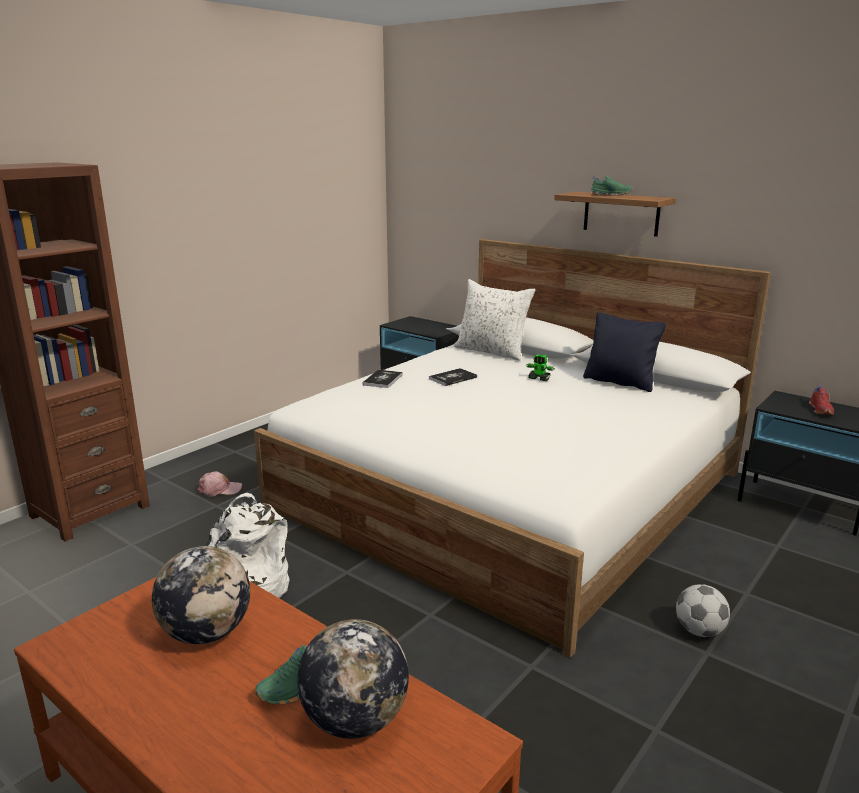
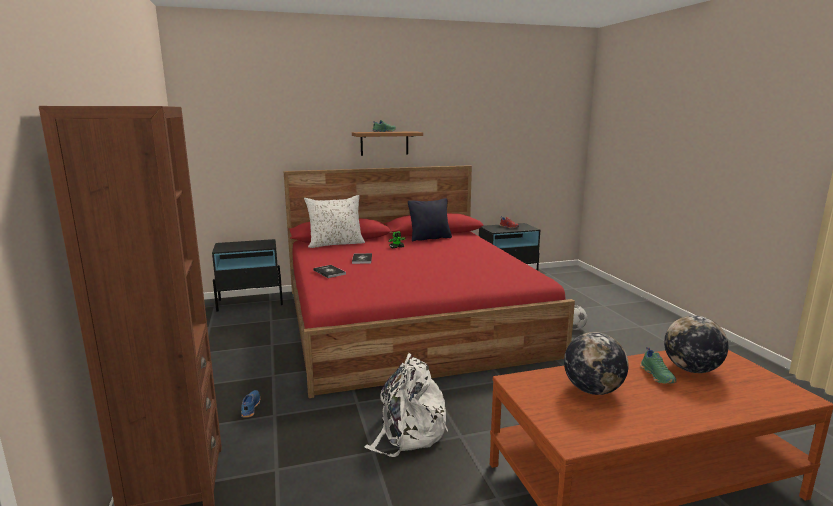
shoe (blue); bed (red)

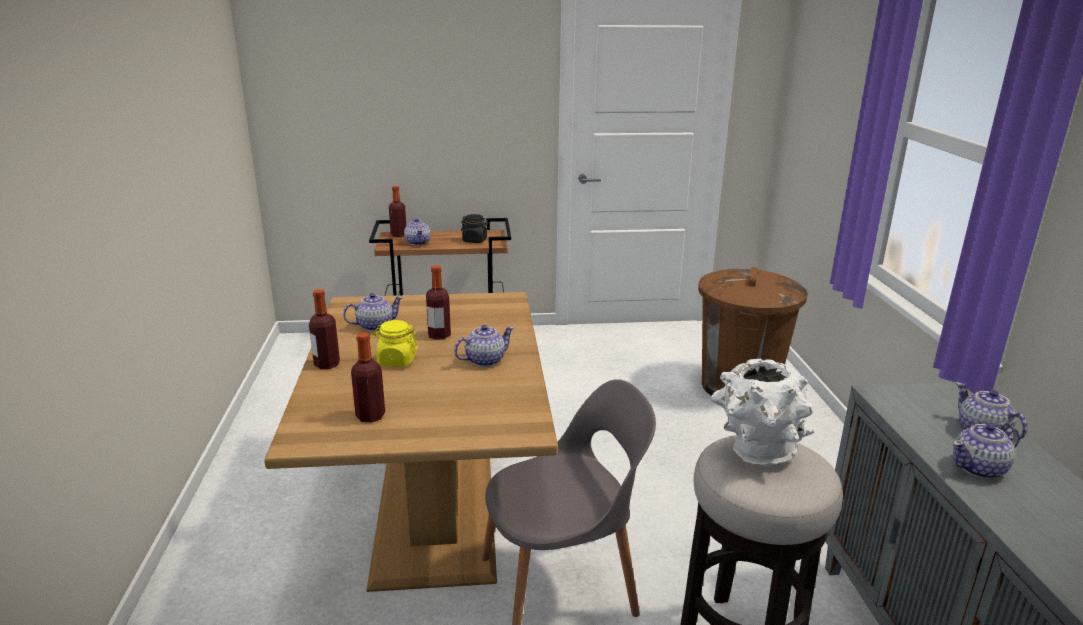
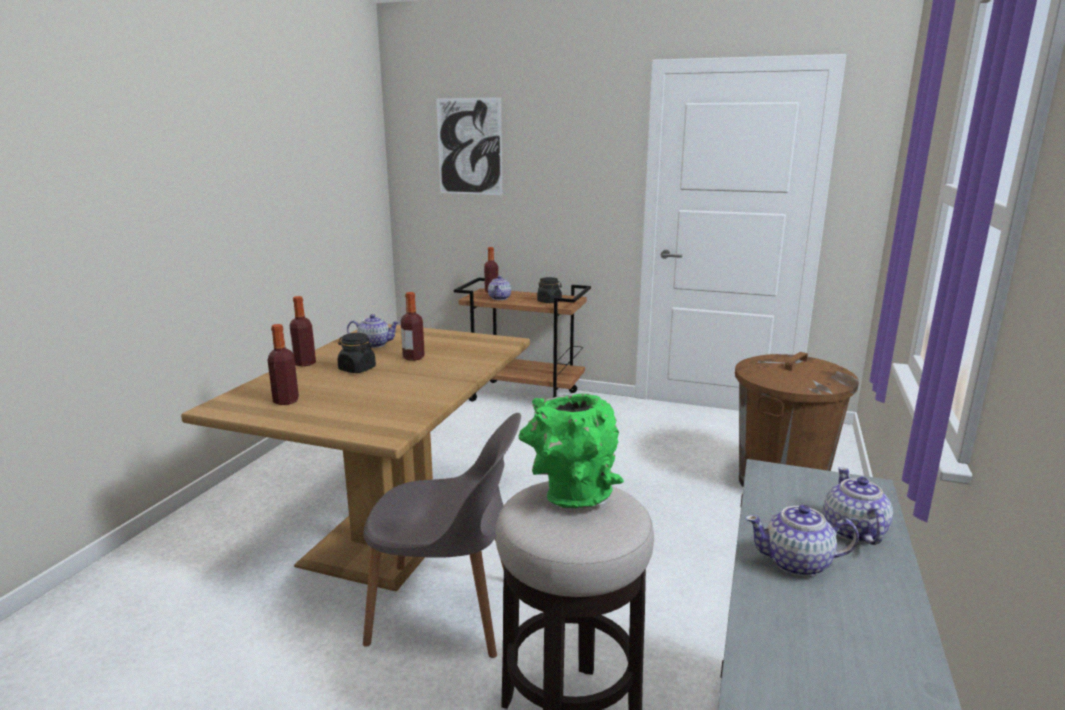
jar (black) (no. 1 from left); teapot (no. 3 from left in the first image); vase (green); picture

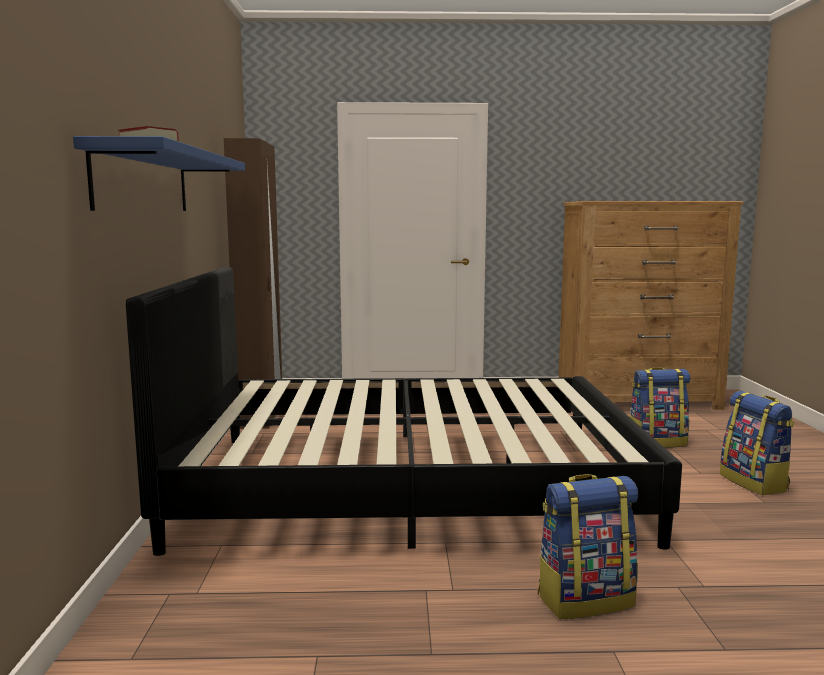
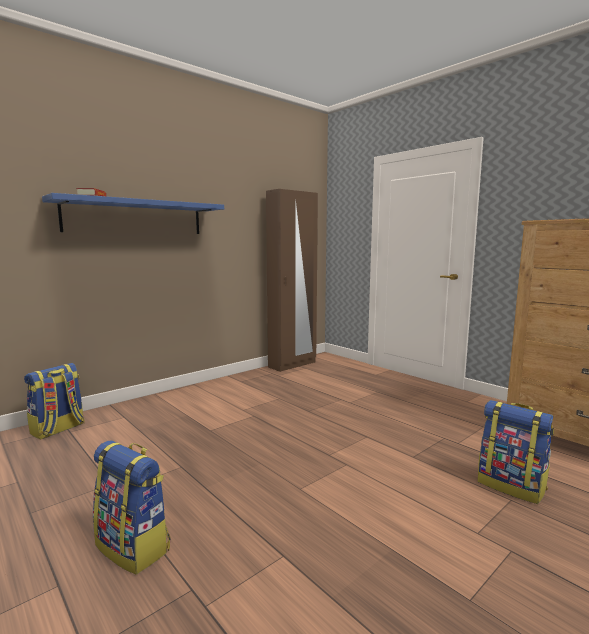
bed (black); backpack (no. 1 from left)

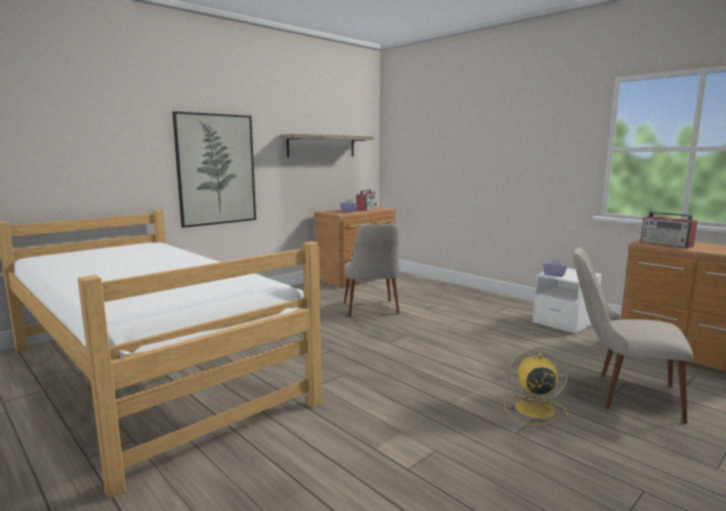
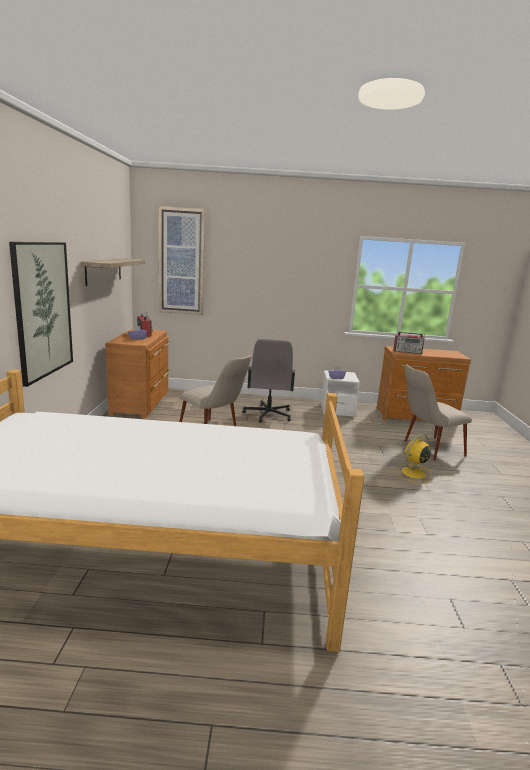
picture (no. 2 from left); office chair (grey)

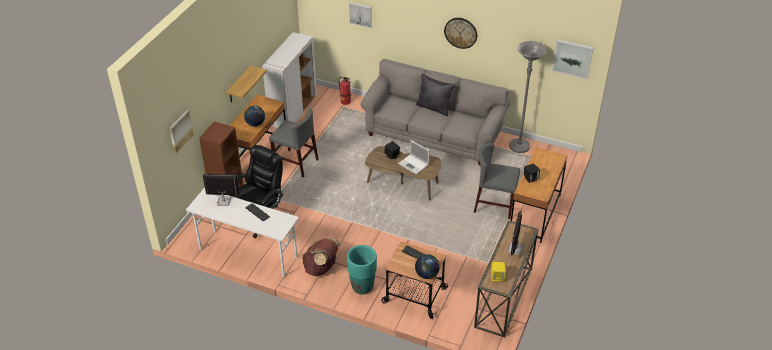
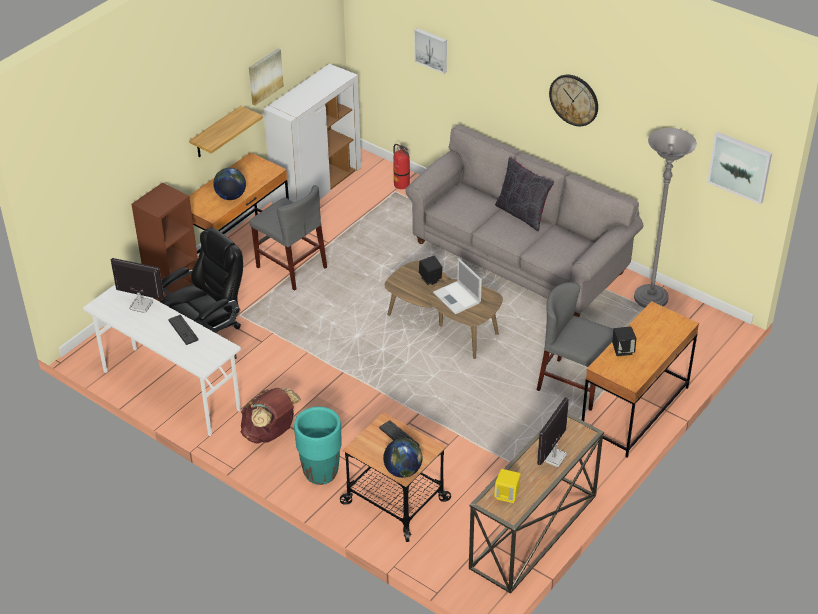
picture (no. 1 from left)

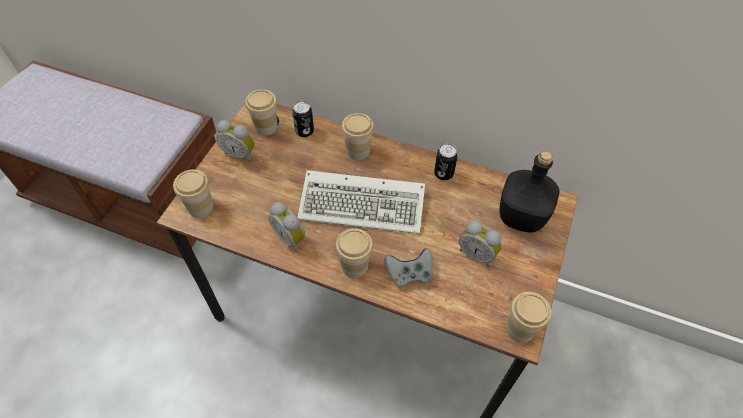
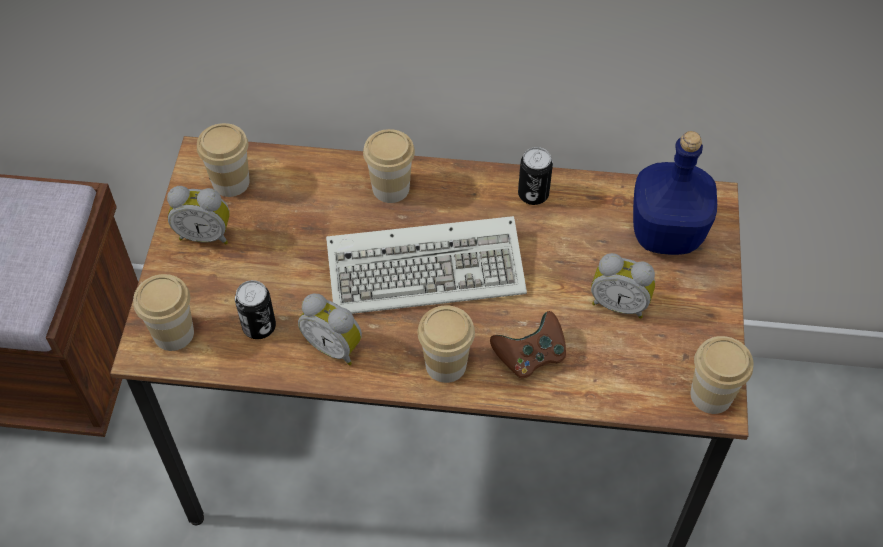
can (no. 1 from left); game controller (brown); bottle (blue)

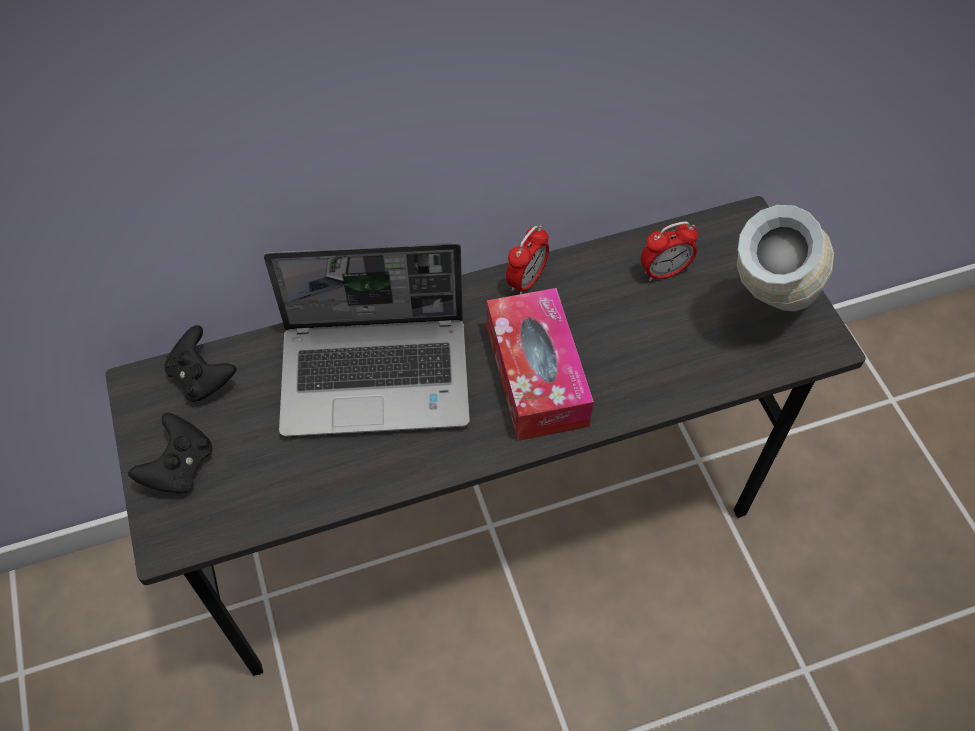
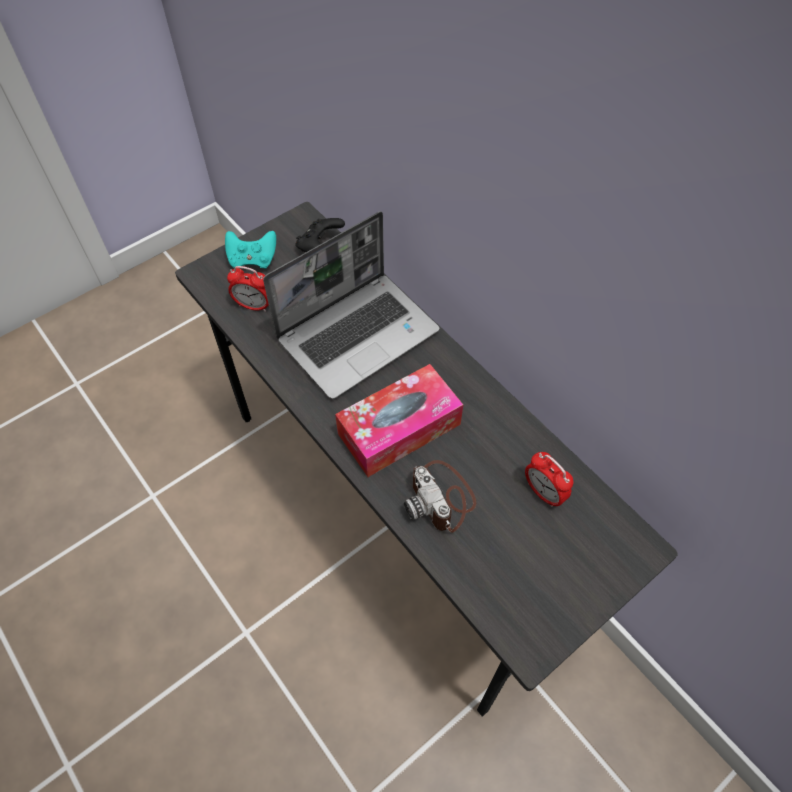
game controller (turquoise); laptop; alarm clock (no. 1 from left); vase; photo camera

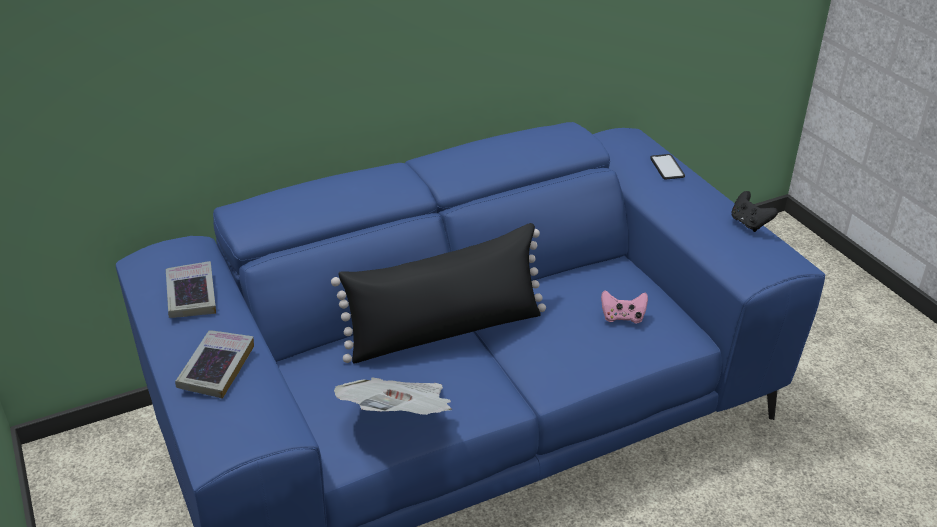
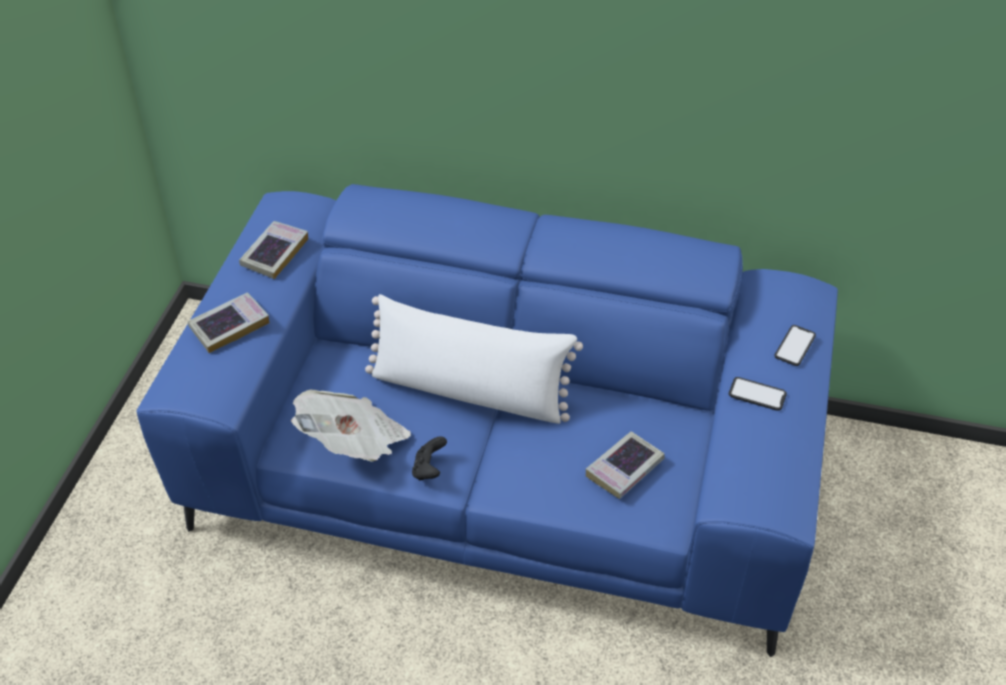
pillow (white); book (no. 3 from left); game controller (black); phone (no. 1 from left)

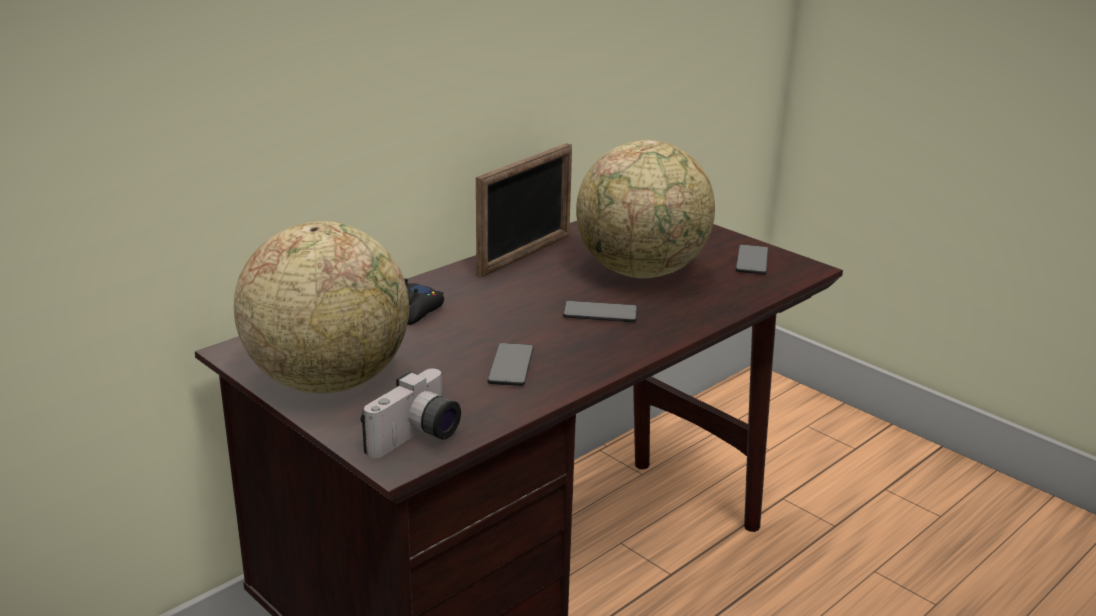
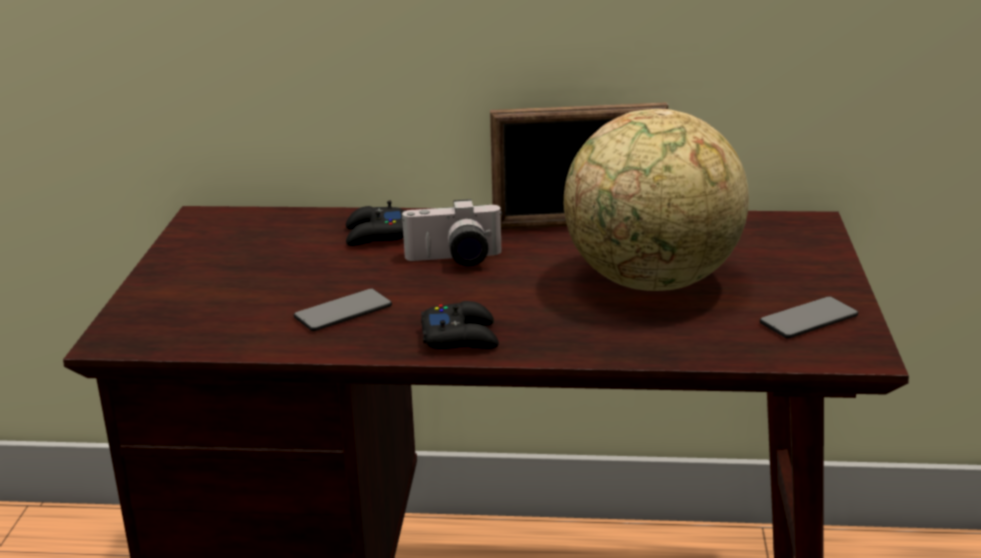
globe (no. 1 from left in the first image); photo camera; phone (no. 2 from left in the first image); game controller (black) (no. 2 from left)

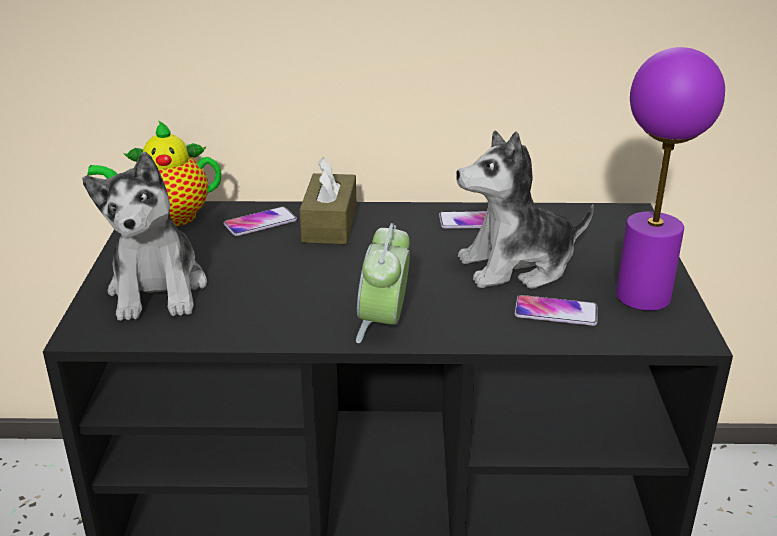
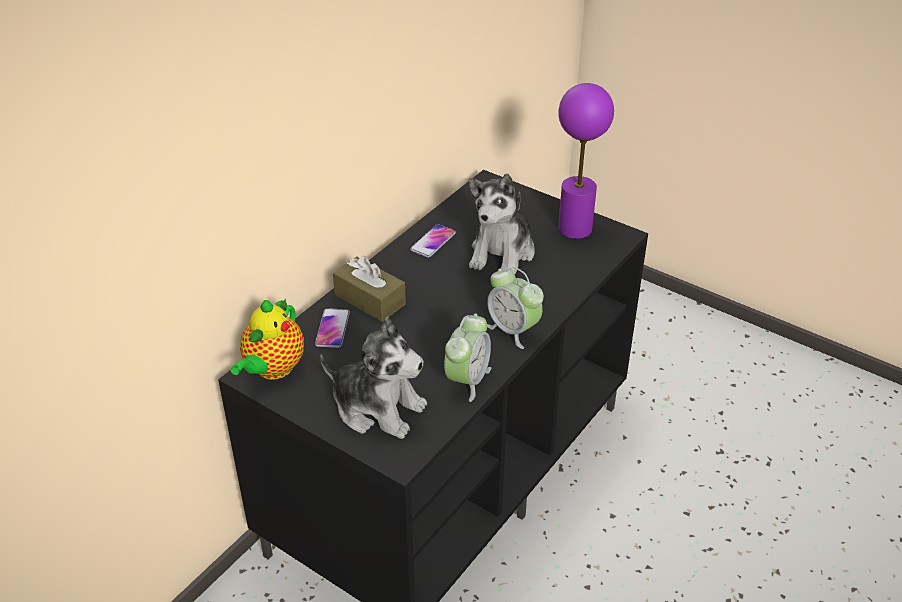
phone (no. 3 from left in the first image); alarm clock (no. 1 from left)

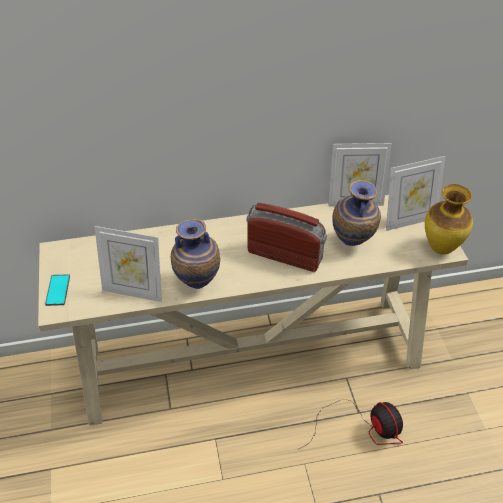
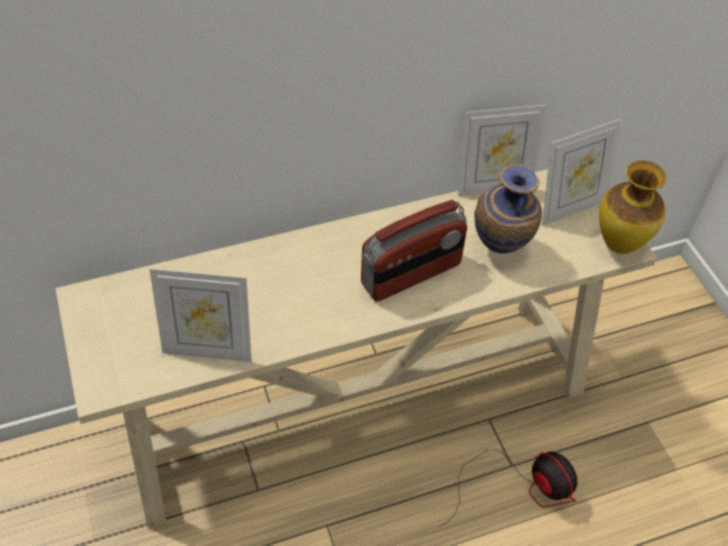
phone; vase (no. 1 from left in the first image); radio

